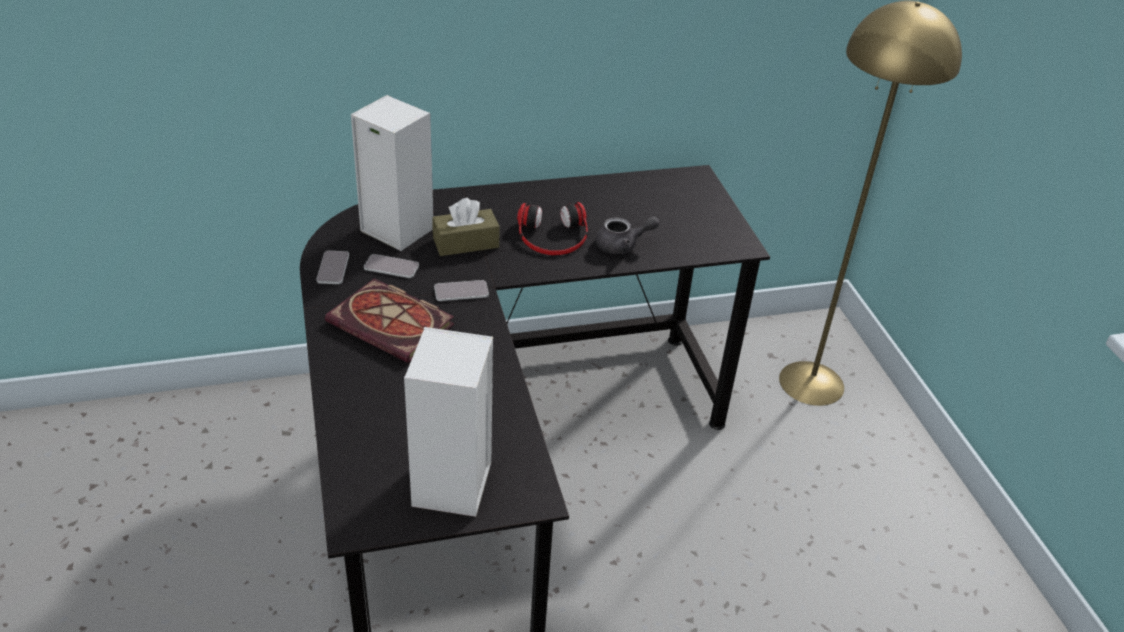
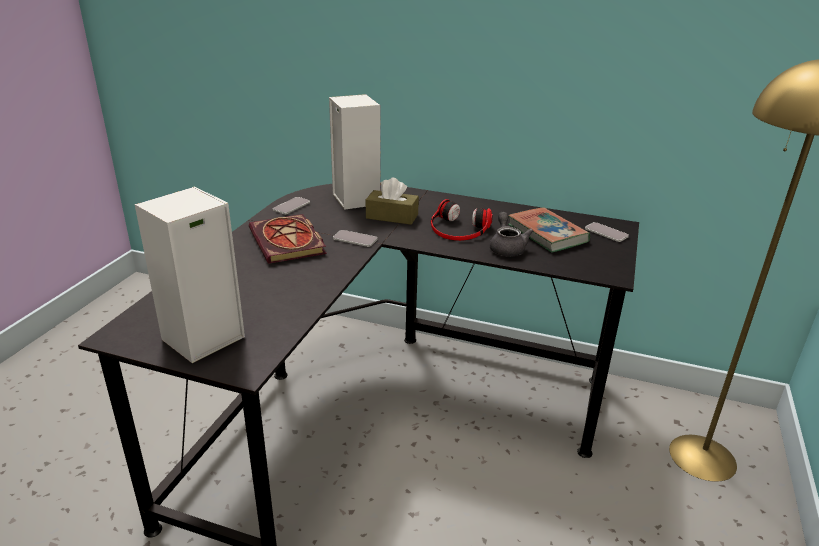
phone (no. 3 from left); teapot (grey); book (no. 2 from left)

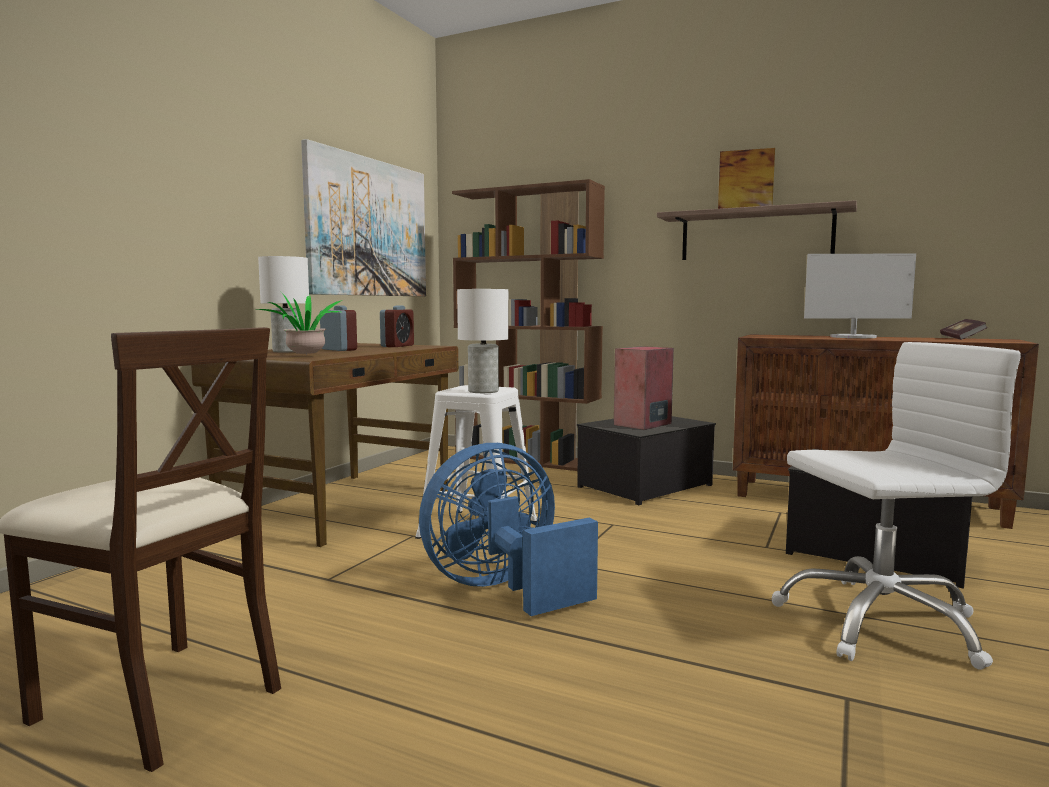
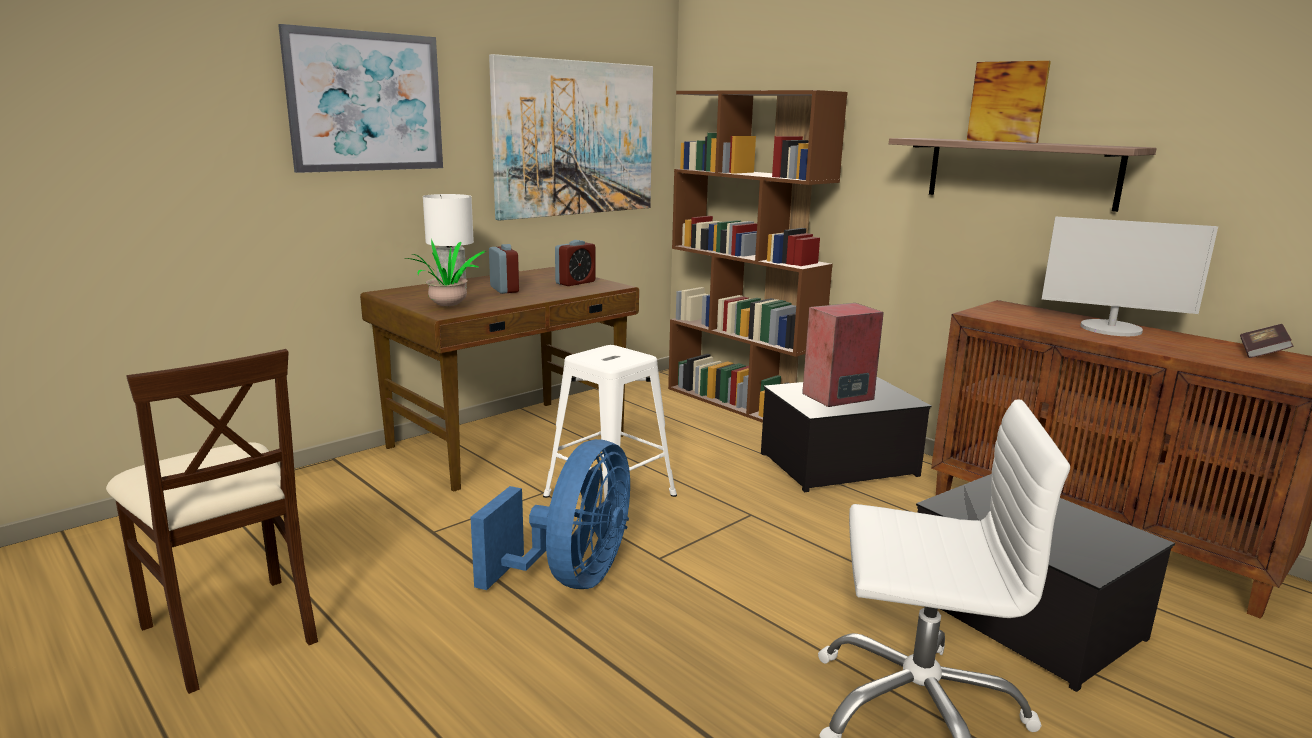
fan (blue); table lamp (white) (no. 2 from left in the first image); picture (no. 1 from left)

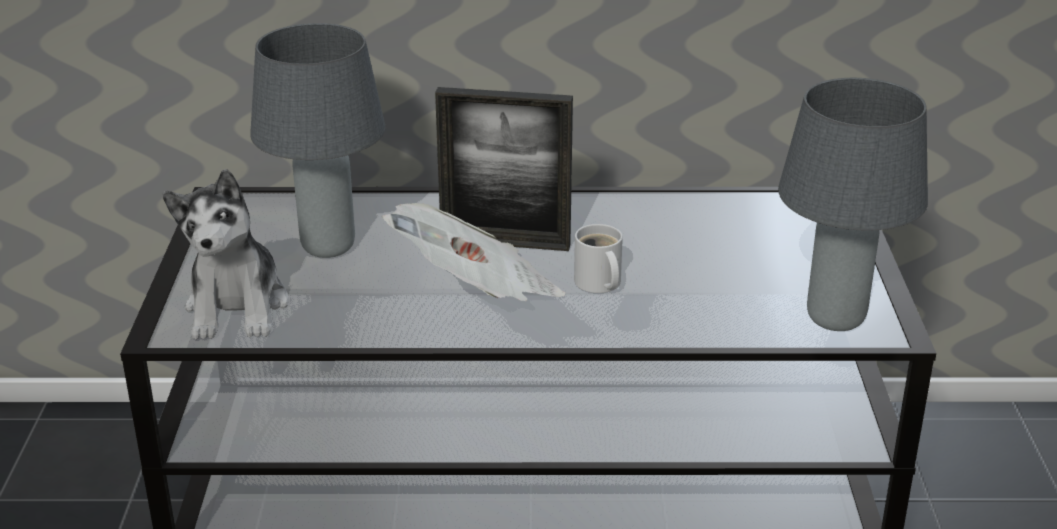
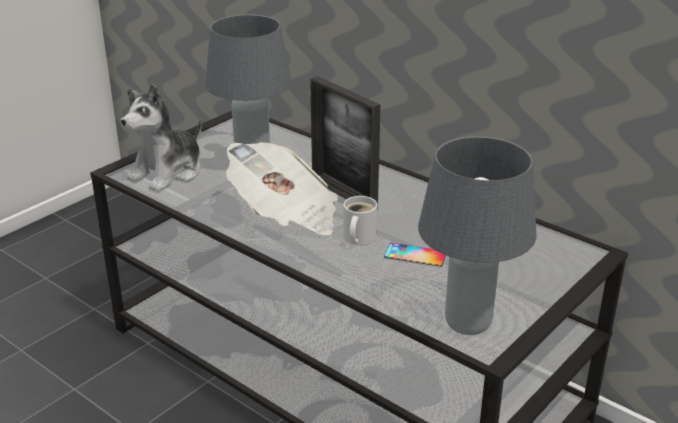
phone

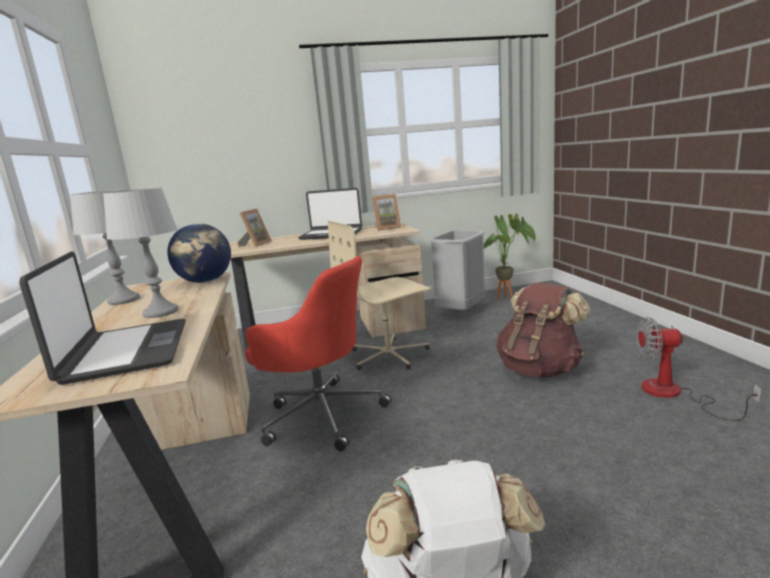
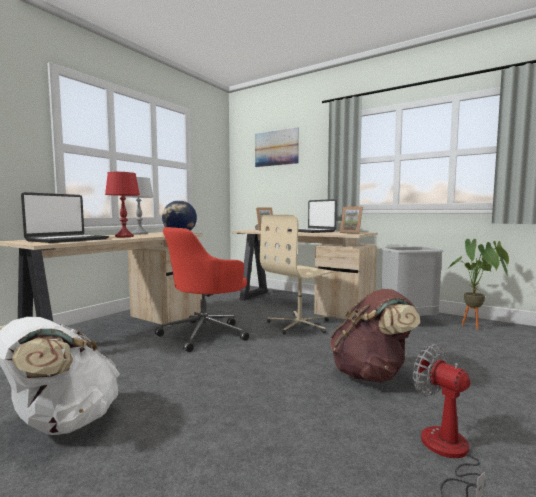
table lamp (red); office chair (red); office chair (beige); picture

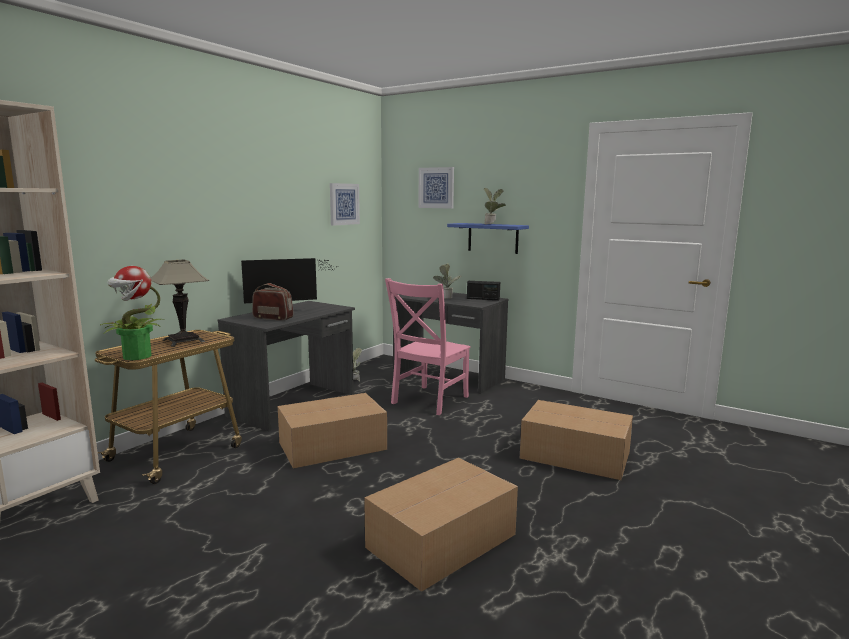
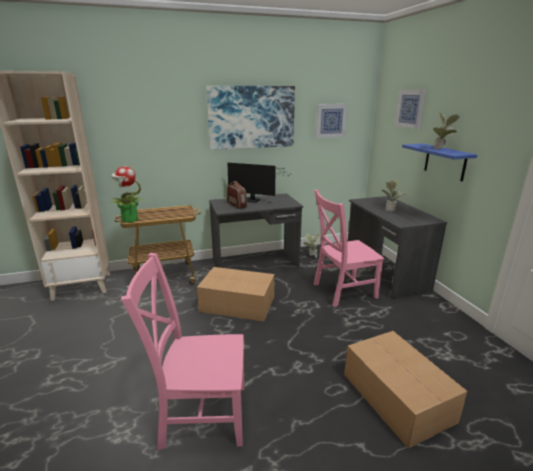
table lamp; chair (pink) (no. 1 from left); radio (no. 2 from left in the first image); picture (no. 1 from left)

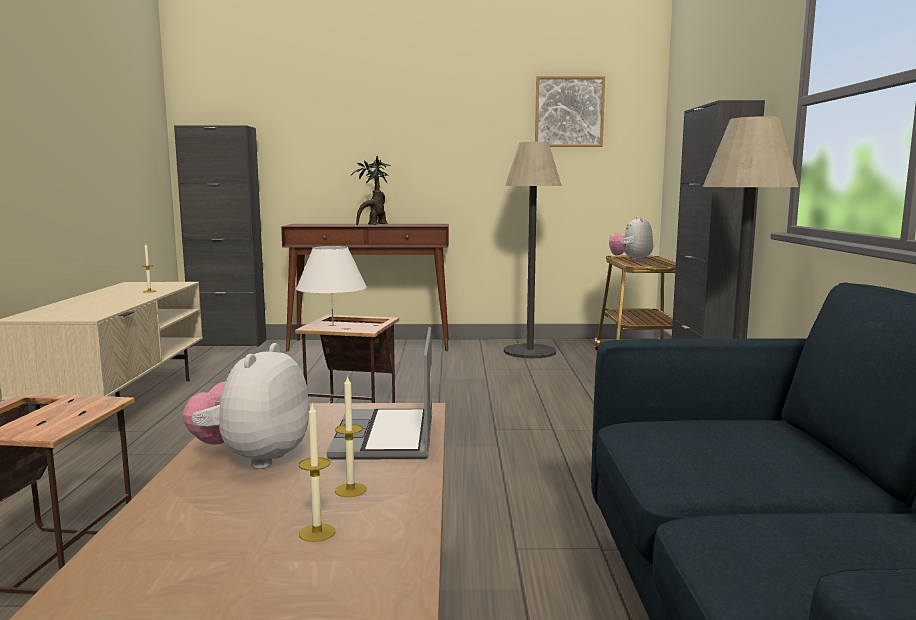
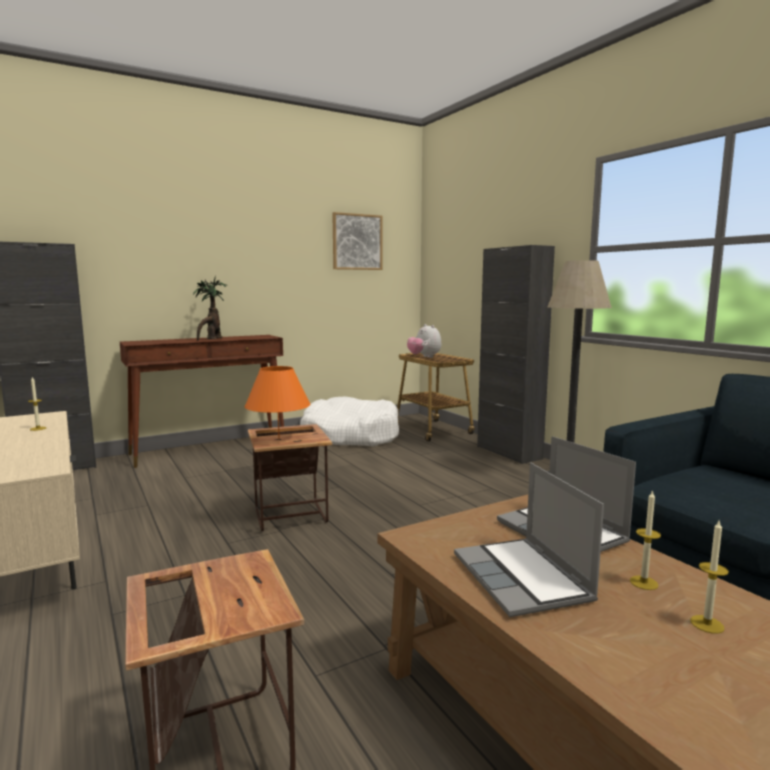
laptop (no. 1 from left); table lamp (orange); dog bed (white)

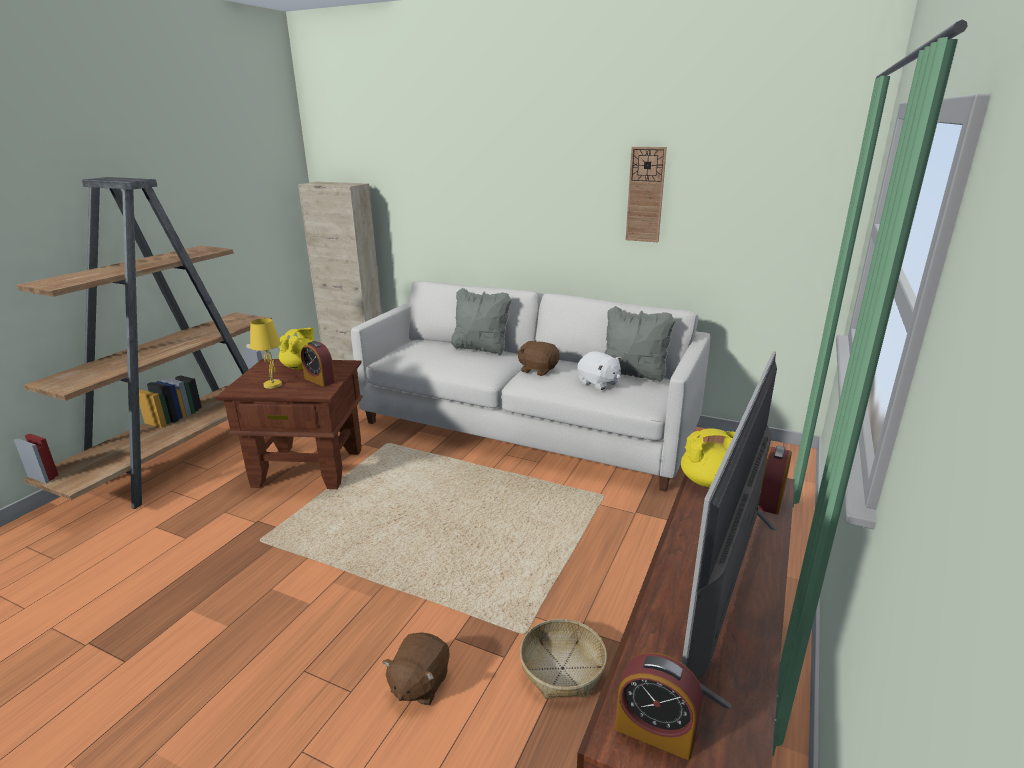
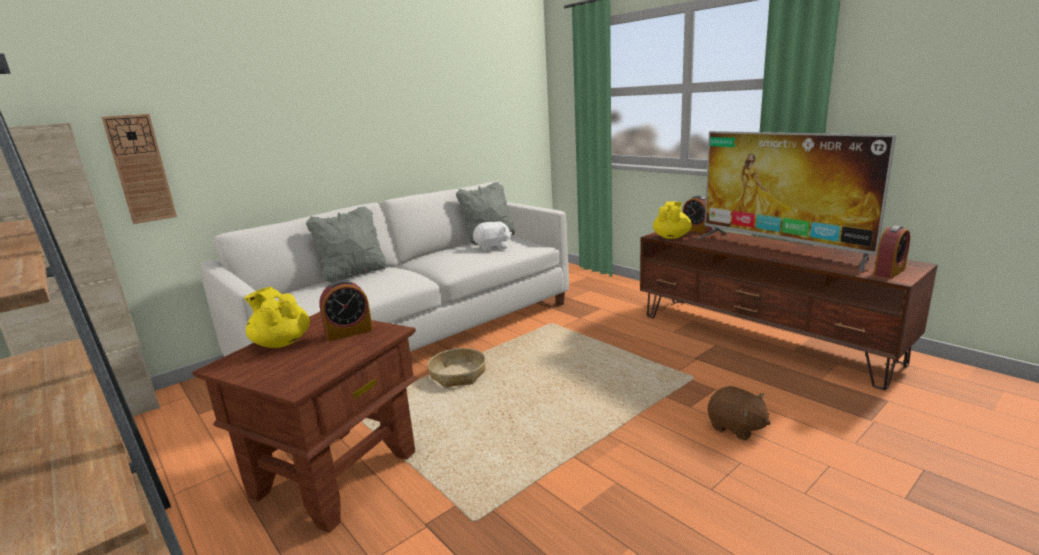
table lamp (yellow); plush toy (brown) (no. 2 from left in the first image); basket; wall clock

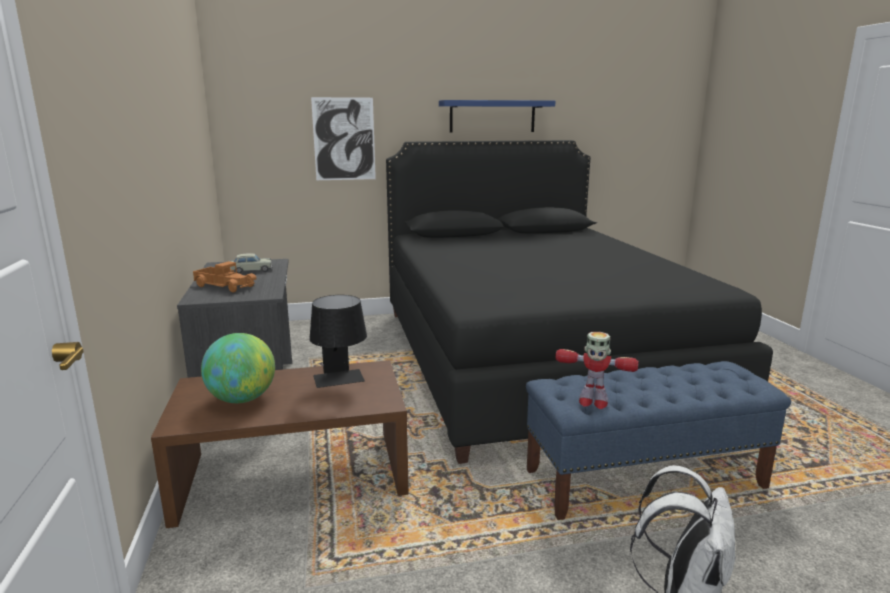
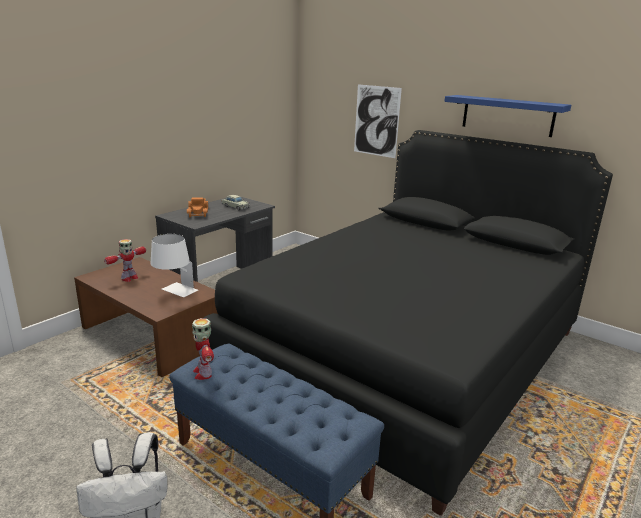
toy robot (no. 1 from left); table lamp (white)

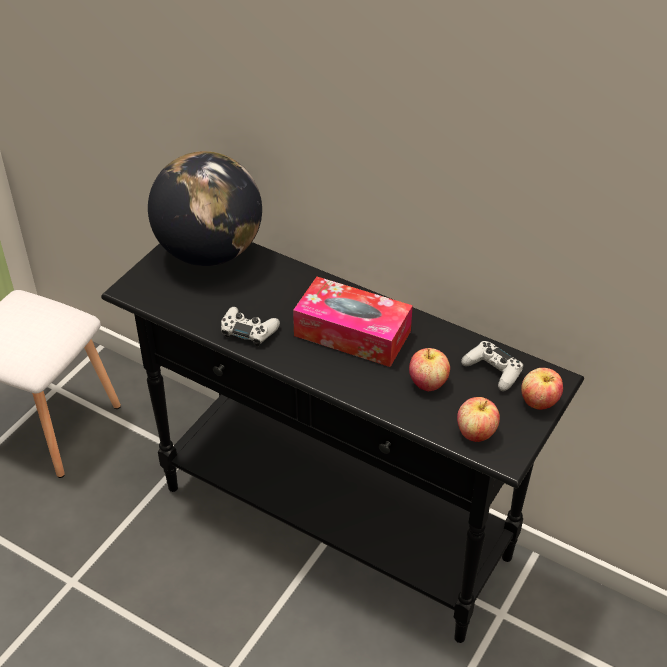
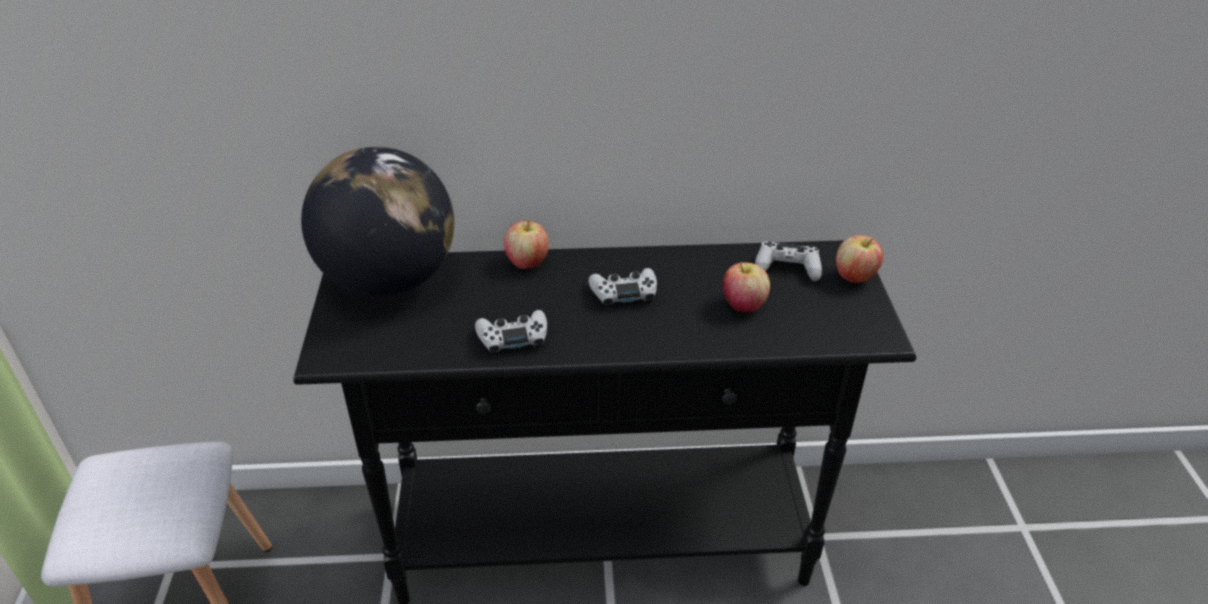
game controller (white) (no. 2 from left); apple (no. 1 from left)

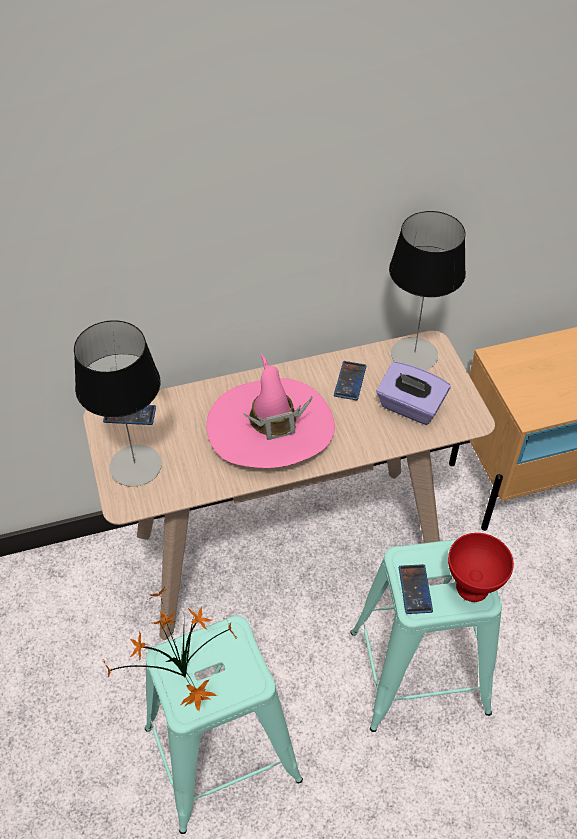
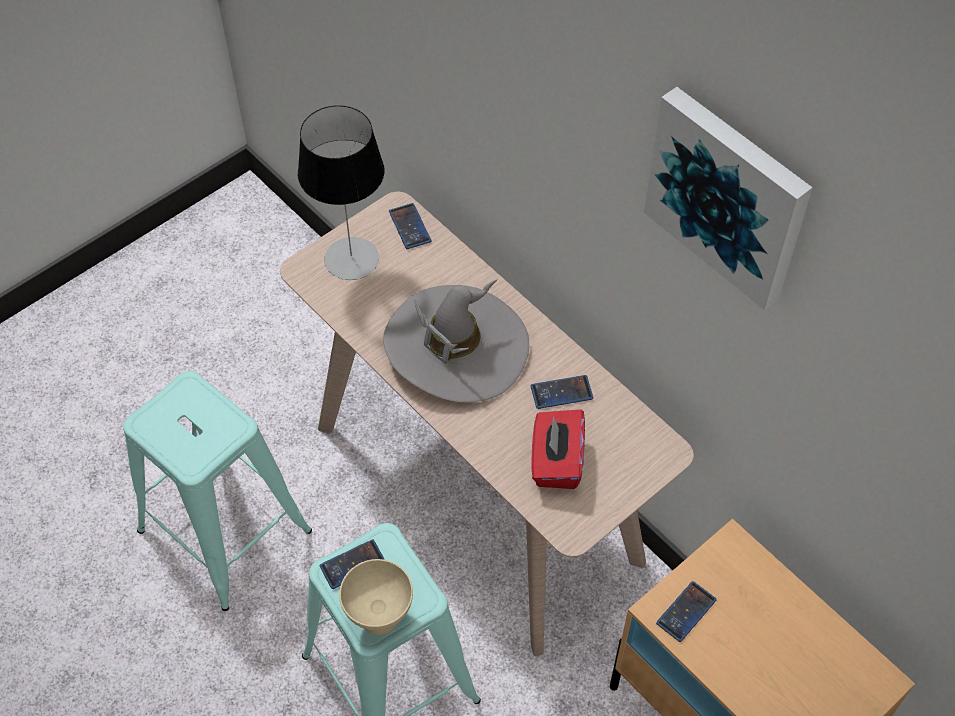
potted plant; hat (grey); tissue box (red); table lamp (no. 2 from left in the first image); bowl (beige); picture; phone (no. 4 from left)

